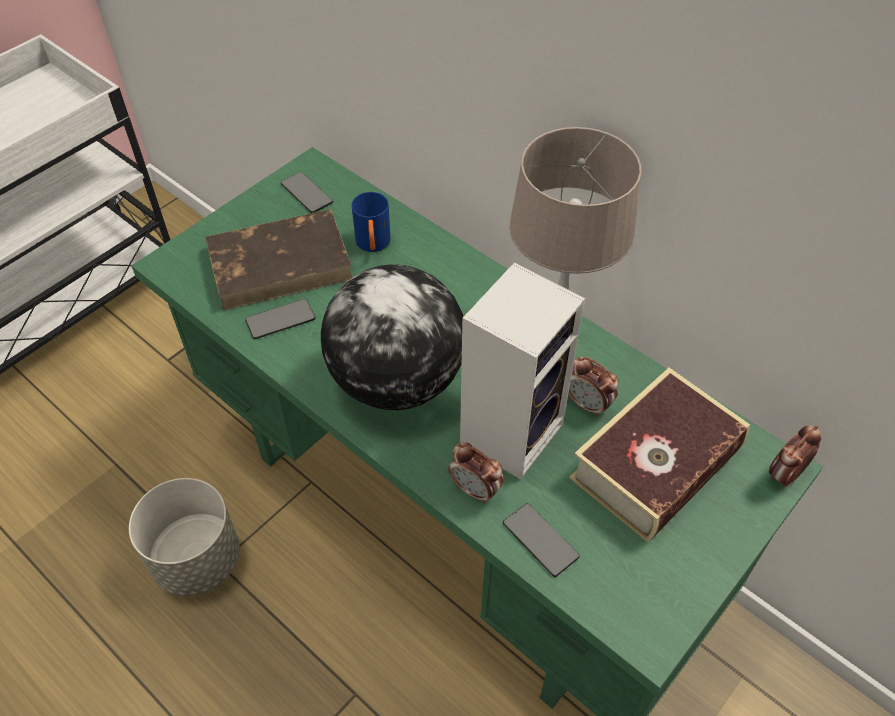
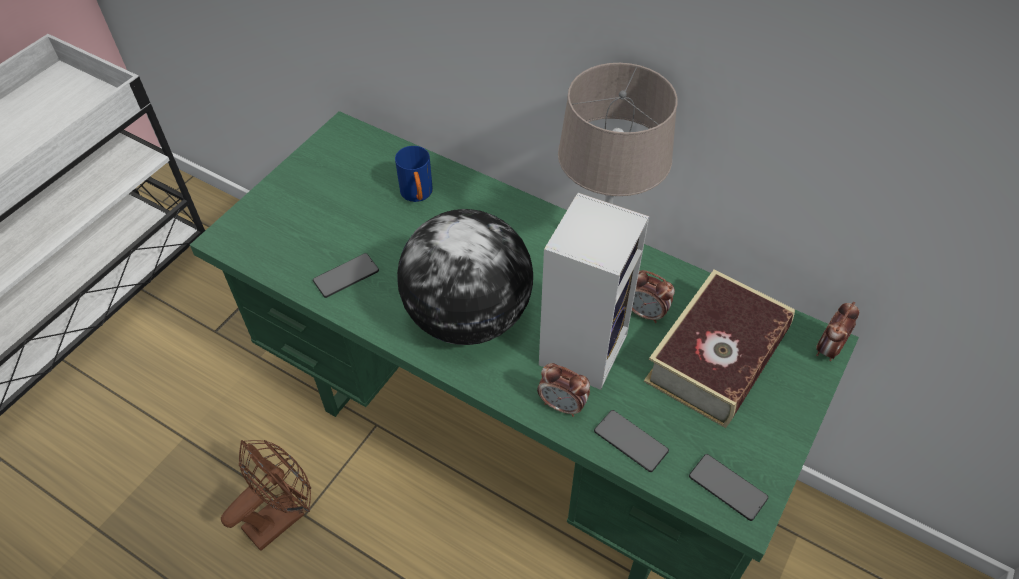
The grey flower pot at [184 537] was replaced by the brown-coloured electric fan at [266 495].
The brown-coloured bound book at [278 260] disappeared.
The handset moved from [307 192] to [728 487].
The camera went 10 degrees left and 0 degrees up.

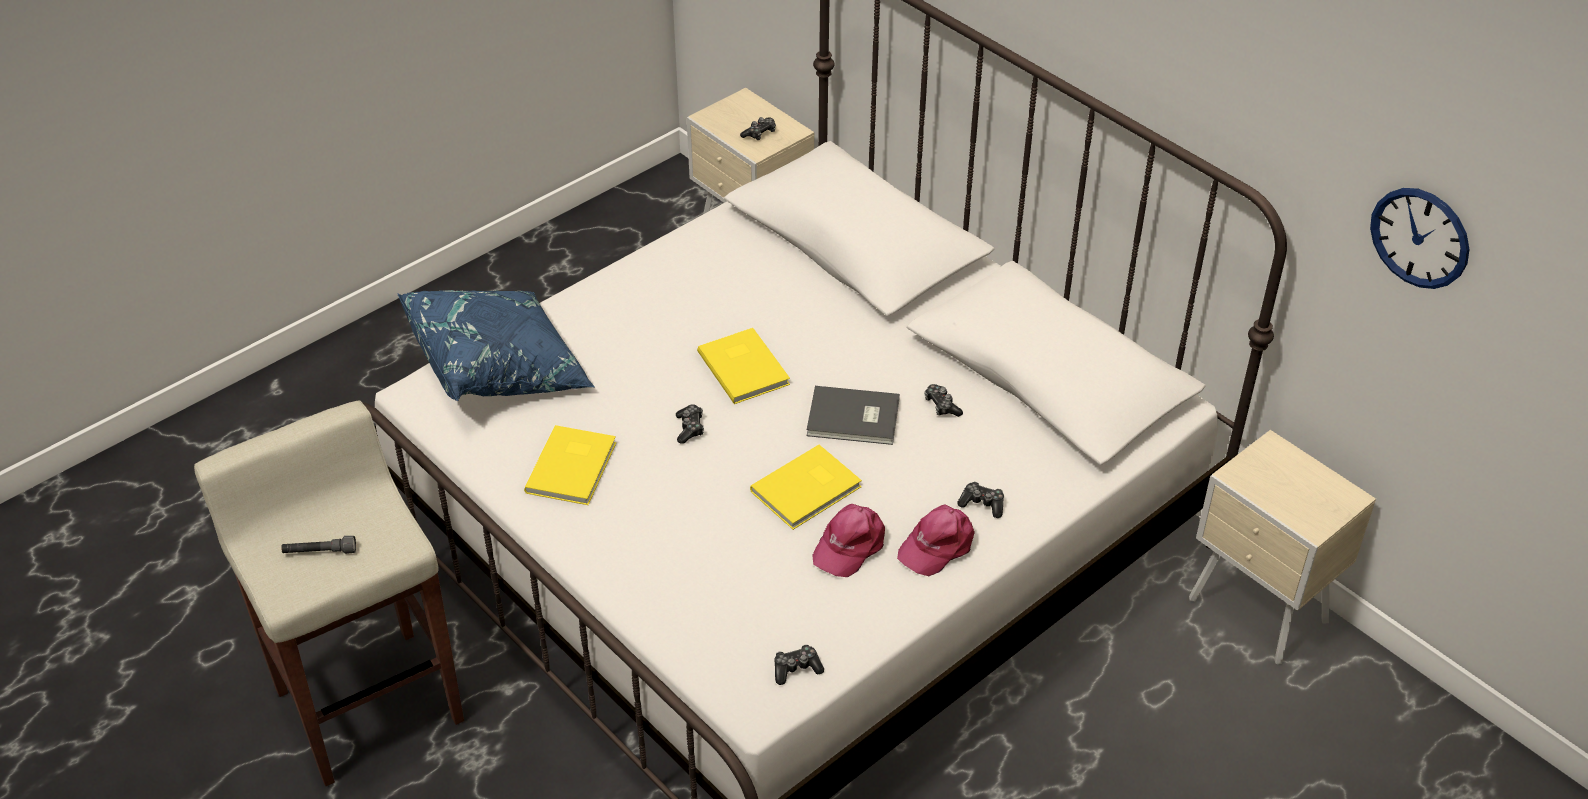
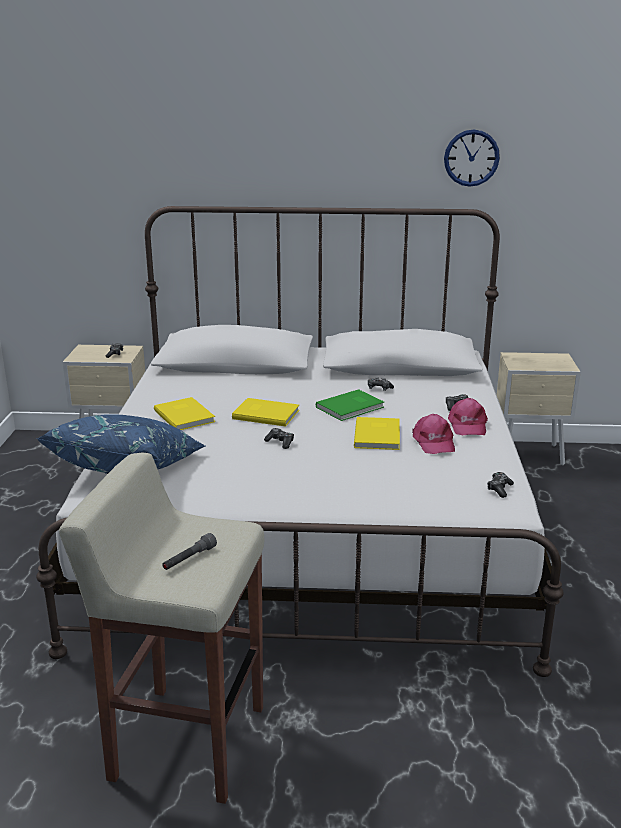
The yellowish bound book moved from [570 465] to [185 413].
The grey bound book at [853 415] became the green-coloured bound book at [350 405].
The hanging clock moved from [1420 238] to [472 158].
The camera went 45 degrees left and 20 degrees down.

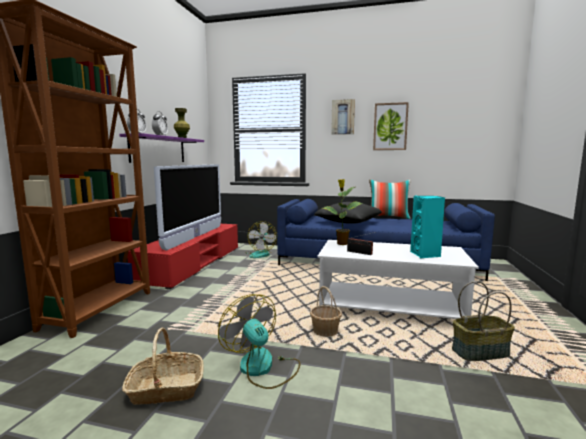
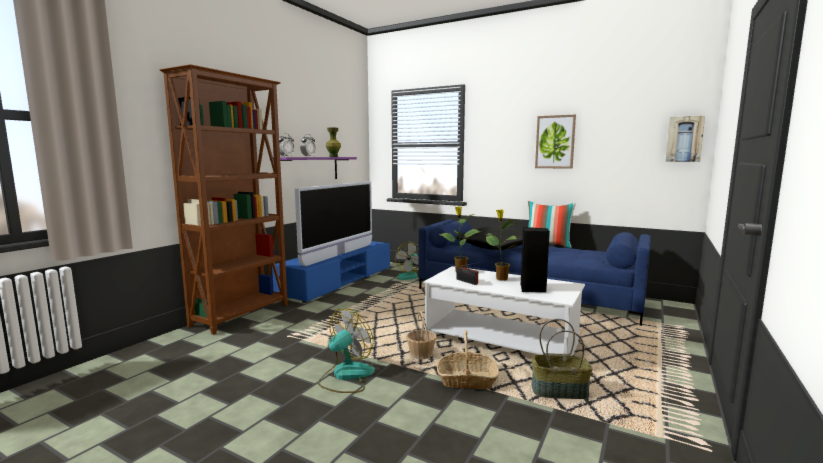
The basket moved from [162 366] to [468 359].
The reddish tv unit at [182 257] became the bluish tv unit at [331 272].
The electric fan at [259 341] turned 60 degrees clockwise.
The wall picture moved from [343 117] to [685 139].
The turquoise-coloured audio speaker at [427 227] became the black-coloured audio speaker at [535 259].
The houseplant at [503 245] appeared.
The camera went 15 degrees right and 0 degrees up.

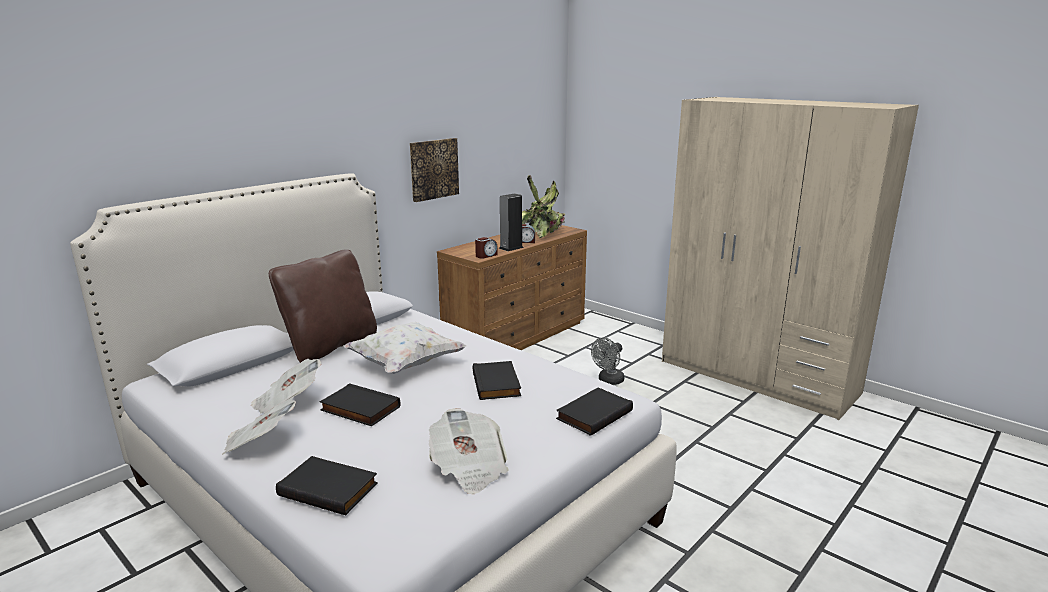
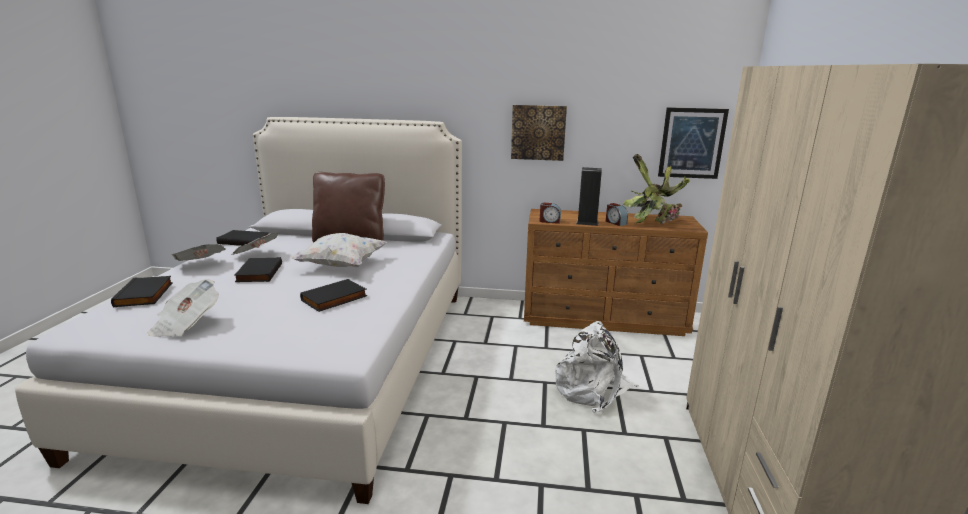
The black-coloured bound book moved from [594 411] to [243 238].
The grey electric fan at [607 361] was replaced by the white-coloured knapsack at [597 367].
The wall picture at [693 143] appeared.
The camera went 55 degrees right and 0 degrees up.

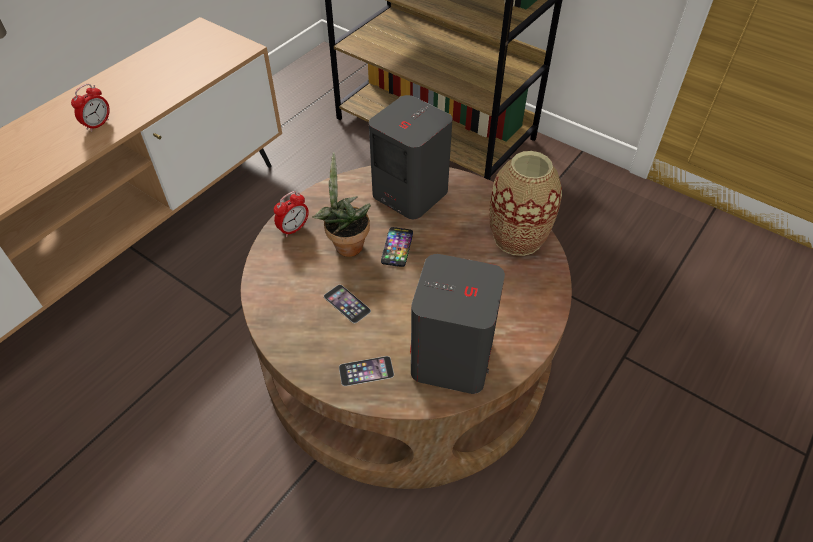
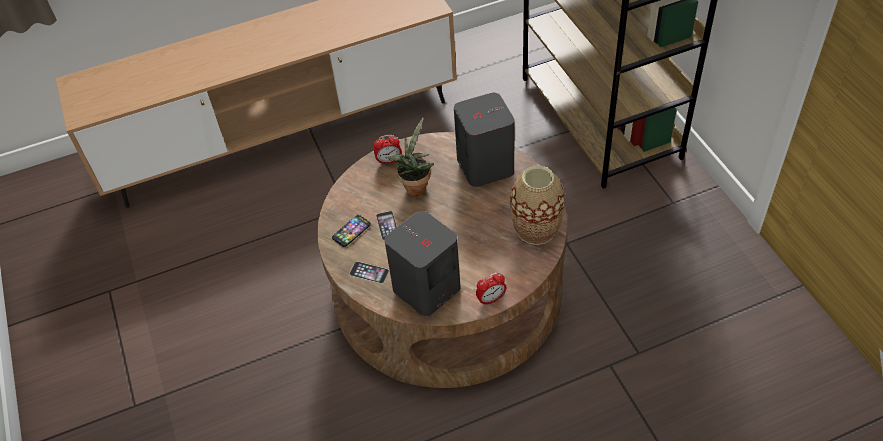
The bedside clock moved from [90 108] to [491 289].
The handset moved from [397 247] to [351 231].
The camera went 35 degrees right and 0 degrees up.

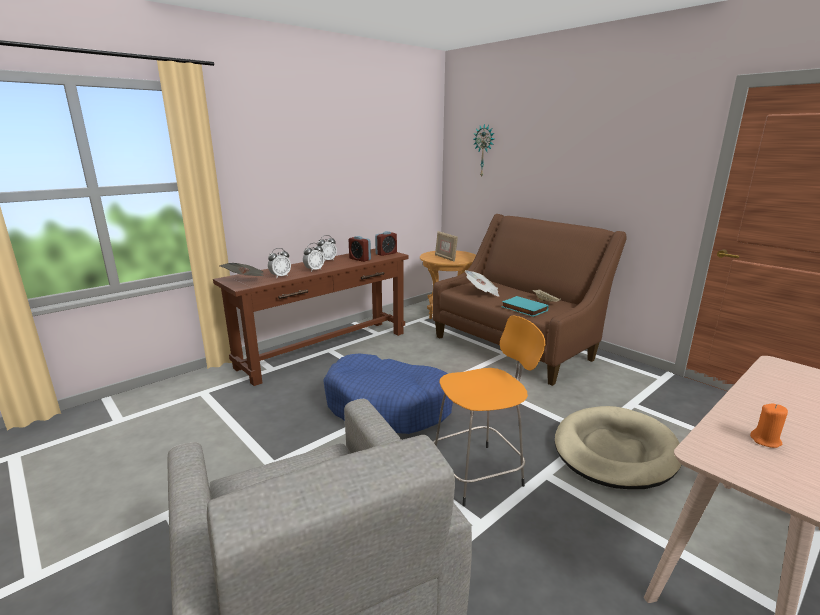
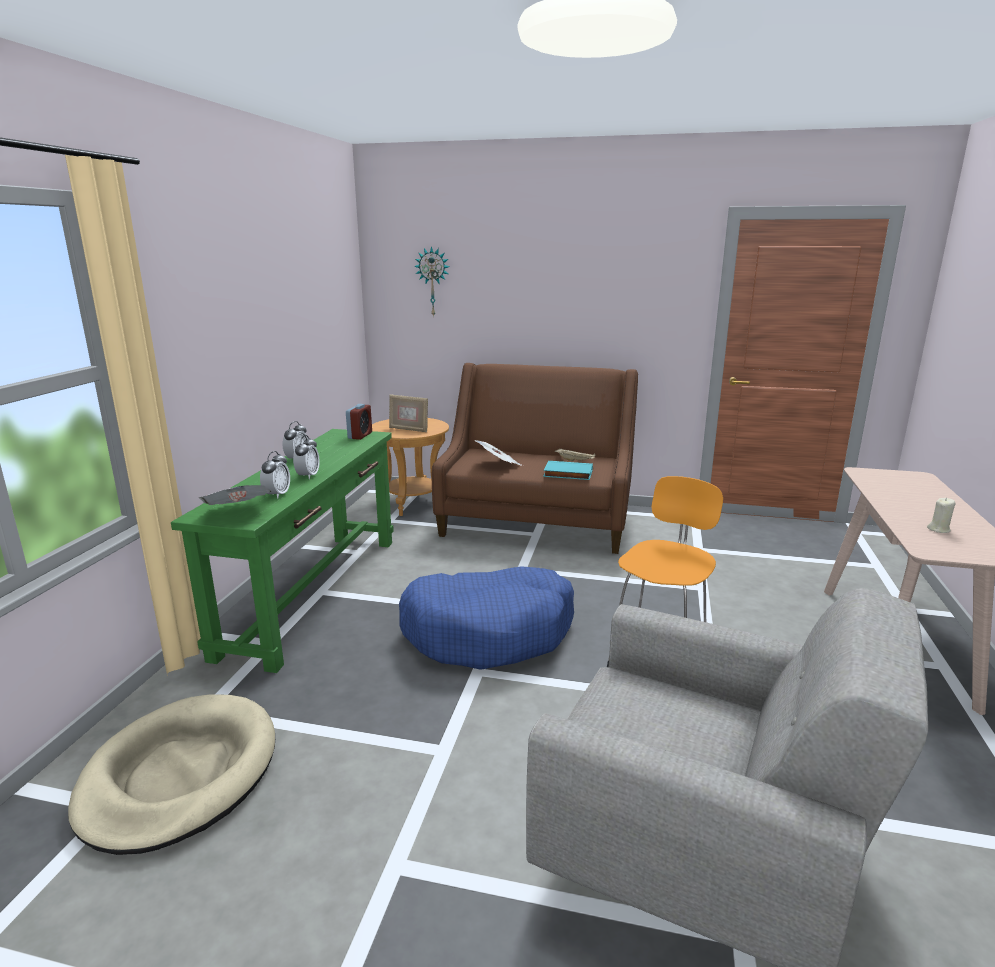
The brown-coloured hall table at [311 317] became the green-coloured hall table at [282 551].
The bedside clock at [360 249] disappeared.
The sand-coloured pet bed moved from [618 447] to [171 774].
The orange wax candle at [769 425] became the sand-coloured wax candle at [941 515].
The camera went 35 degrees left and 0 degrees up.

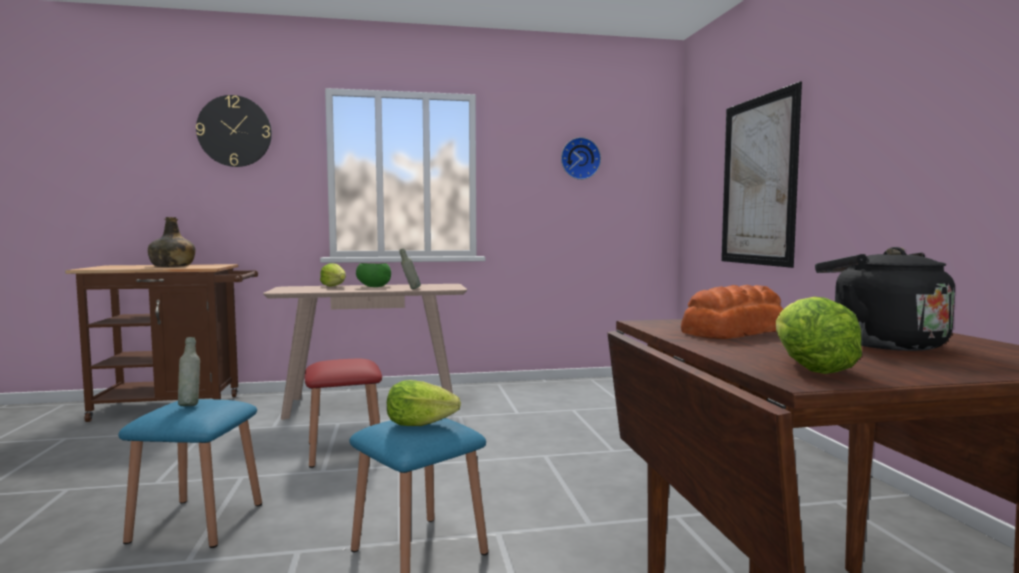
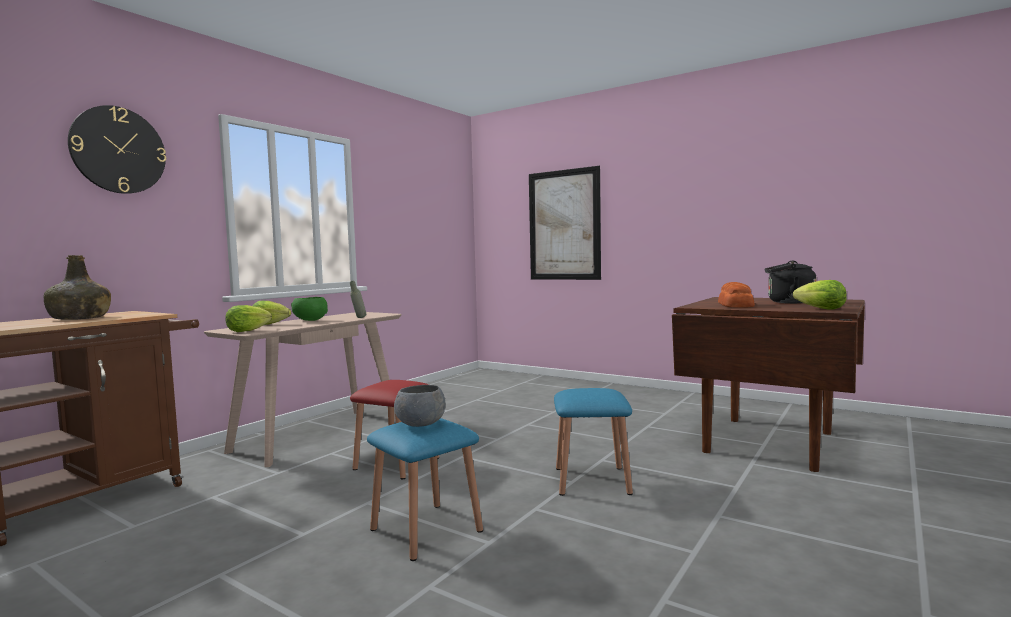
The grey drink bottle at [189 371] was replaced by the grey bowl at [419 406].
The lettuce moved from [424 403] to [248 318].
The hanging clock at [581 158] disappeared.
The camera went 45 degrees left and 0 degrees up.

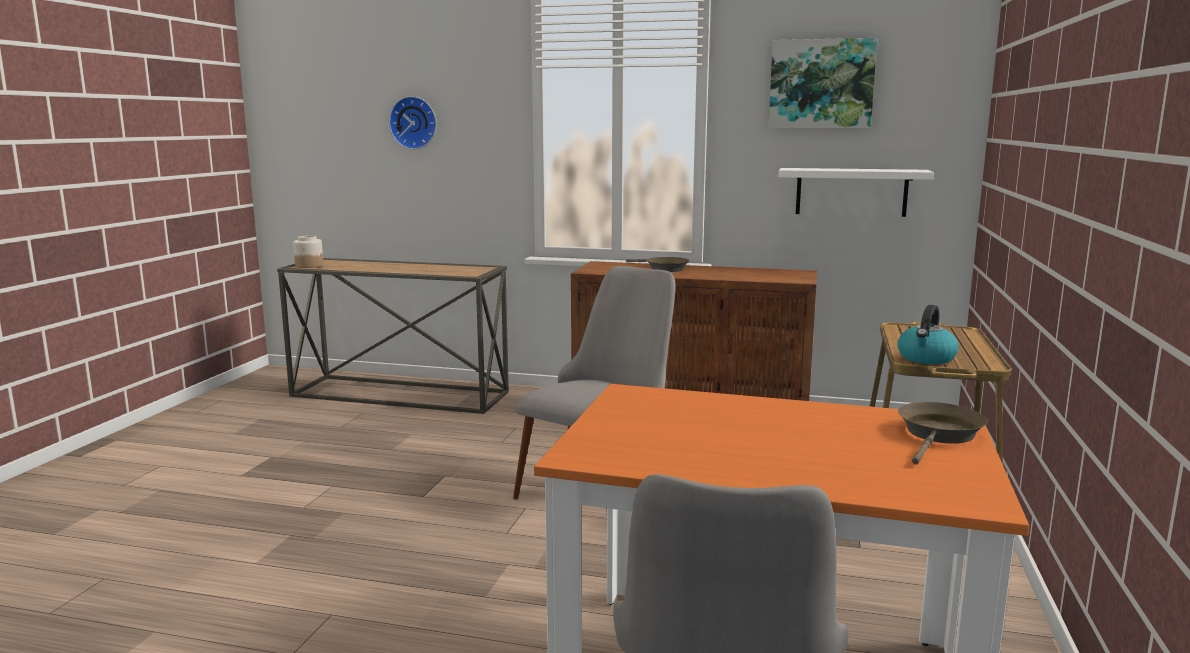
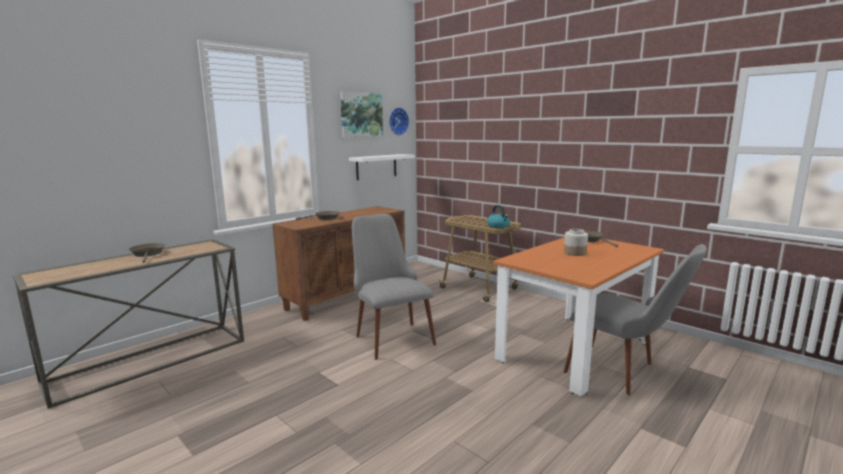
The jar moved from [308 252] to [576 242].
The hanging clock moved from [413 123] to [399 122].
The brown-coloured frying pan at [147 253] appeared.
The camera went 60 degrees left and 0 degrees up.

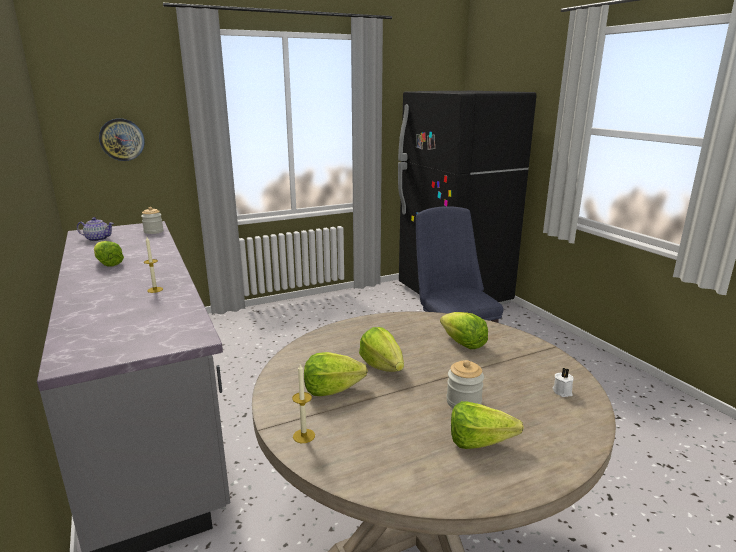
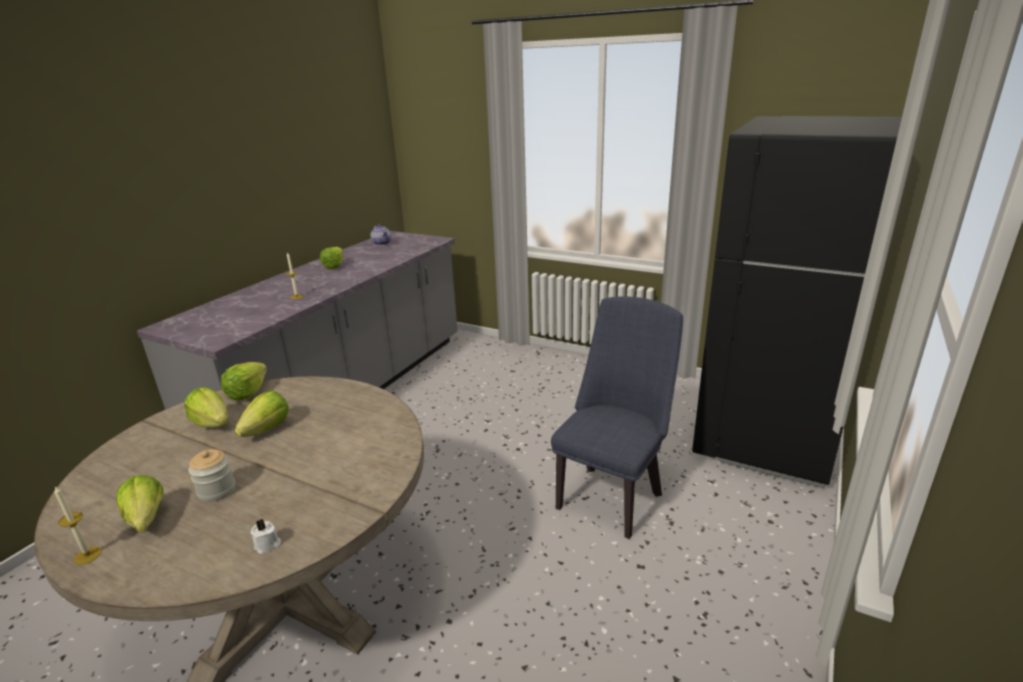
The hanging clock at [122 139] disappeared.
The jar at [152 220] disappeared.
The wax candle moved from [303 403] to [77 525].
The lettuce moved from [464 330] to [244 381].
The camera went 55 degrees right and 5 degrees up.

